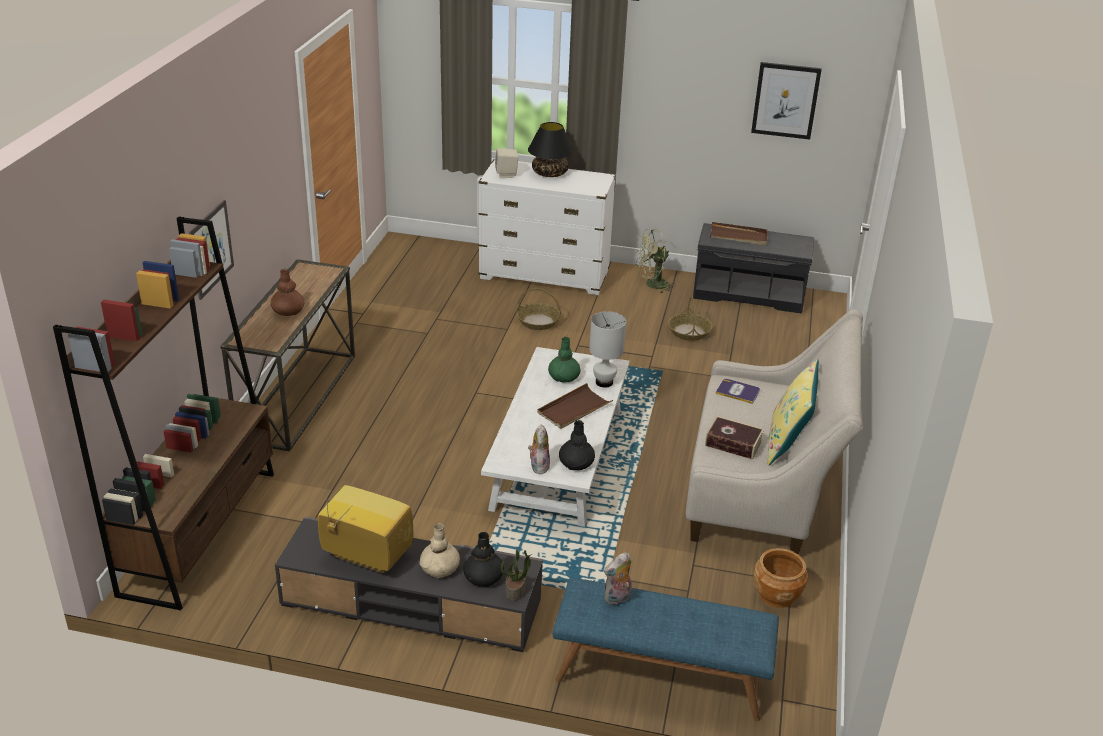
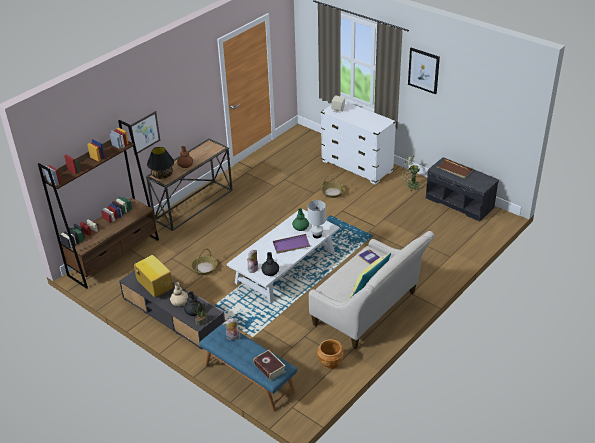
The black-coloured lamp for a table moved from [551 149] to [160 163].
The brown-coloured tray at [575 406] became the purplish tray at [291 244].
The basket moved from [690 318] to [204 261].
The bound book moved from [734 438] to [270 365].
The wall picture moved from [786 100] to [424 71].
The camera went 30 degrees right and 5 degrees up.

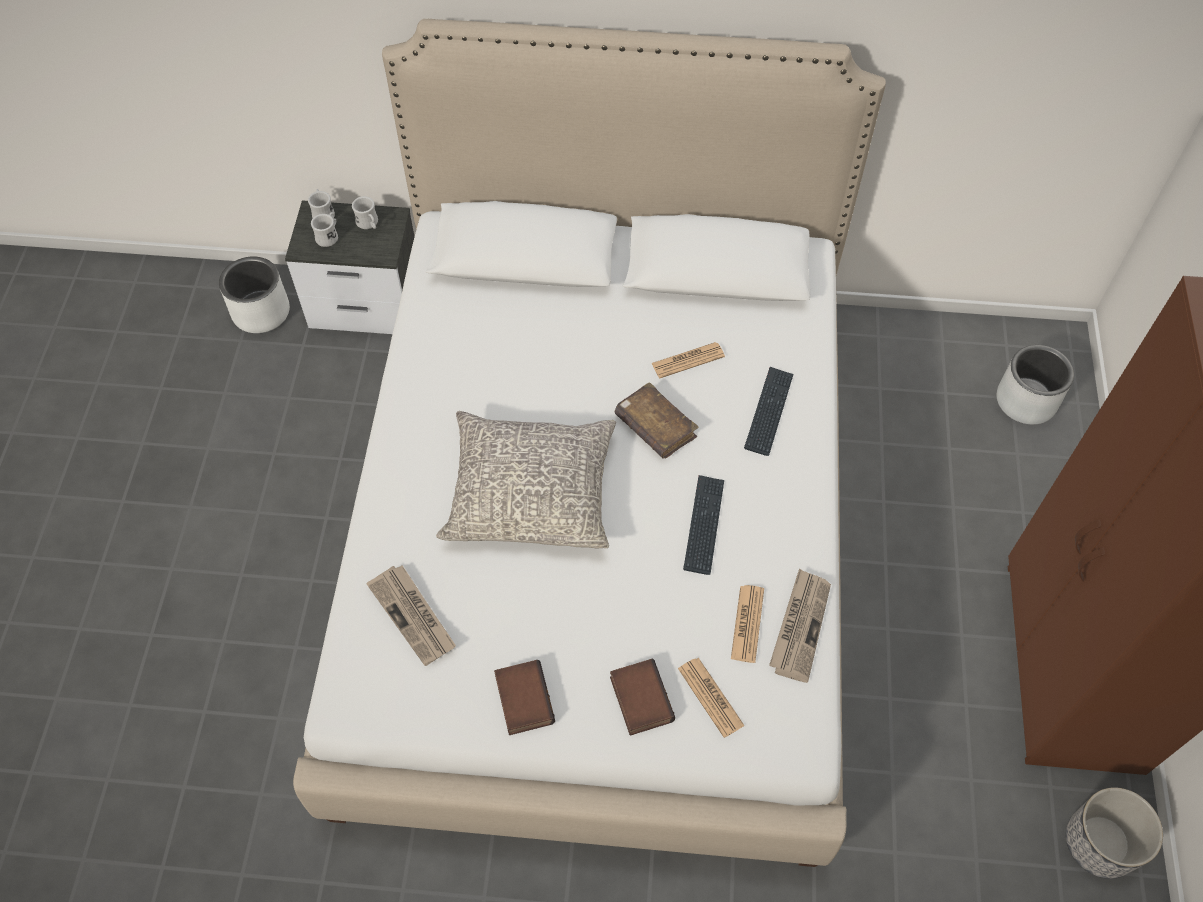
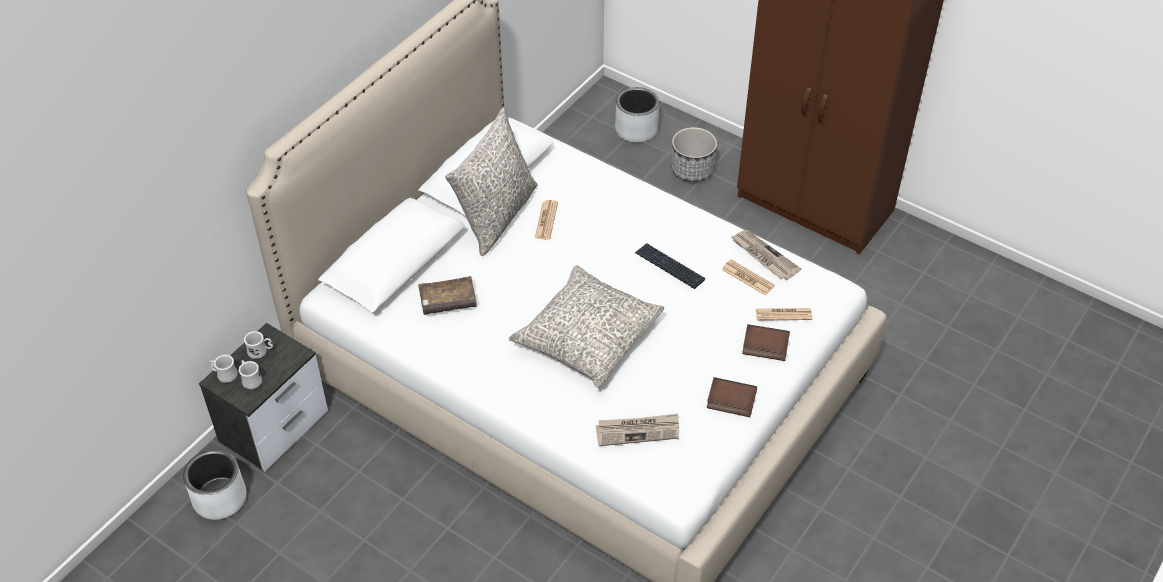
The brown-coloured bound book moved from [656 420] to [447 295].
The keyboard at [769 411] disappeared.
The flower pot moved from [1114 833] to [694 154].
The grey throw pillow at [491 181] appeared.
The camera went 60 degrees left and 10 degrees down.

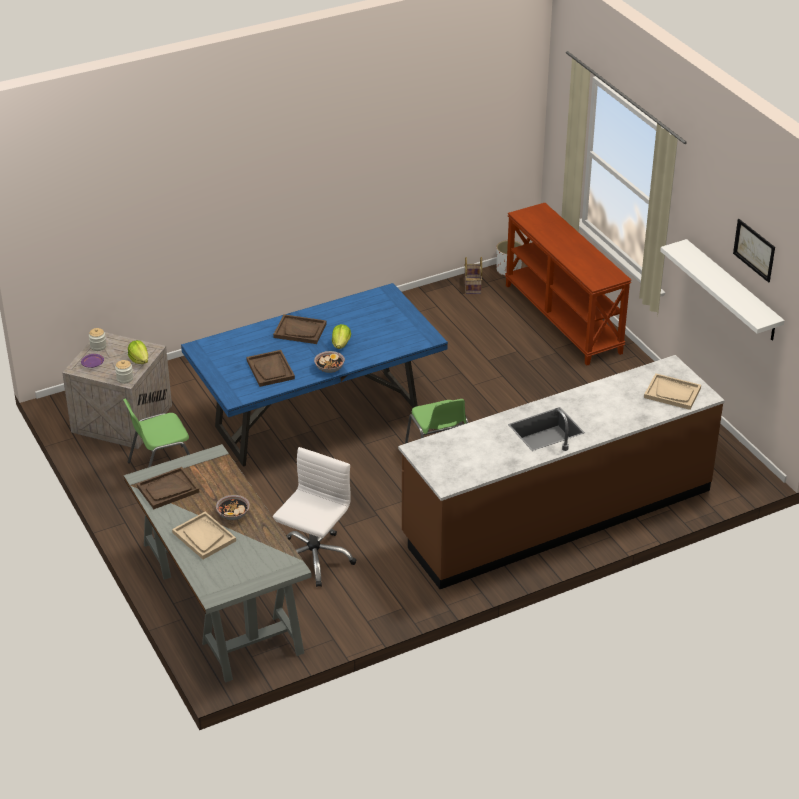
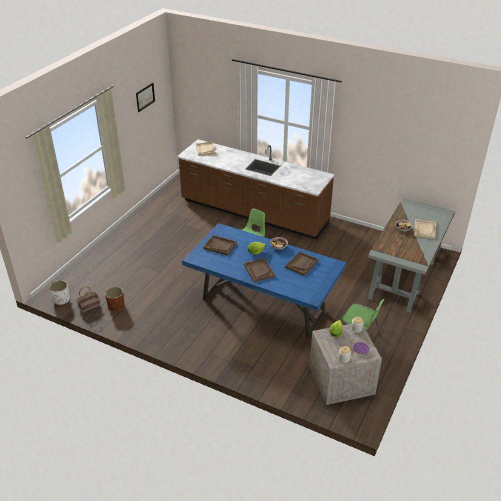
The brown-coloured tray moved from [168 488] to [220 245].
The white-coloured desk chair at [314 517] disappeared.
The brown-coloured hall table at [568 284] disappeared.
The white-coloured bracket shelf at [722 290] disappeared.
The brown-coloured flower pot at [115 299] appeared.
The camera went 125 degrees left and 0 degrees up.

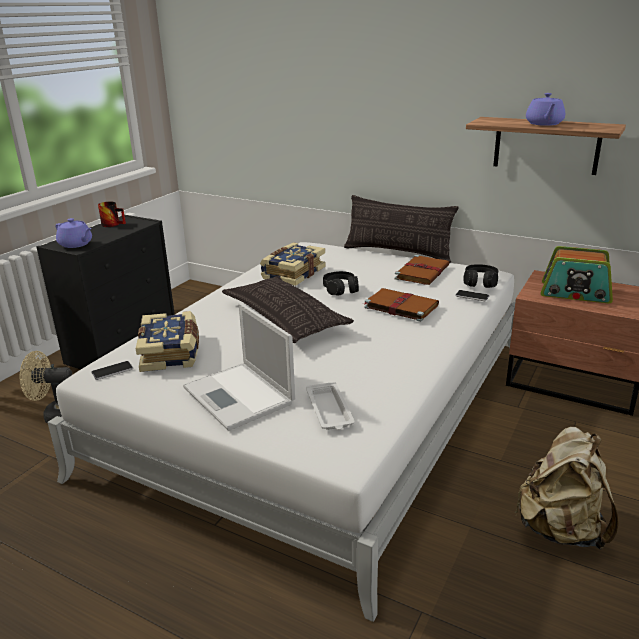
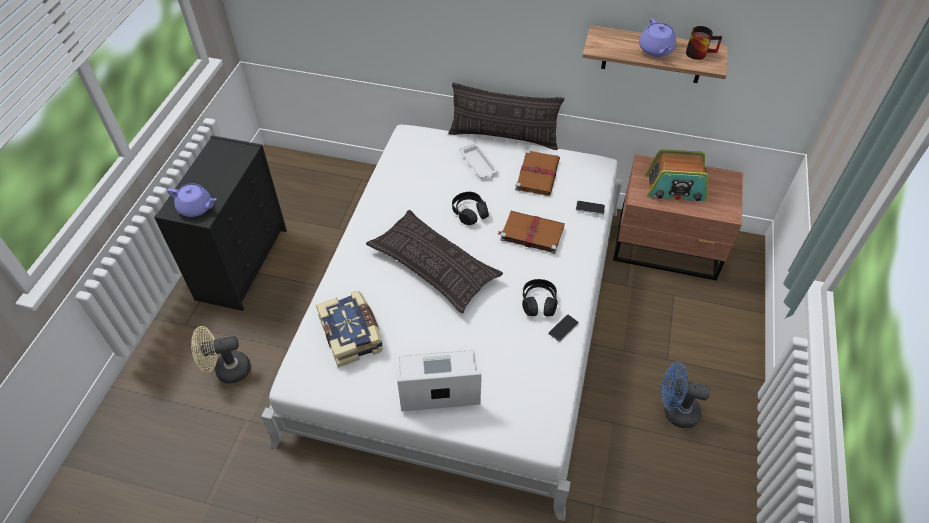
The handset moved from [112 370] to [563 328].
The tea mug moved from [112 214] to [704 43].
The portable computer at [239 367] turned 135 degrees clockwise.
The bound book at [293 264] disappeared.
The white-coloured tray moved from [330 406] to [479 160].
The black-coloured headset moved from [480 276] to [539 297].
The sand-coloured knapsack at [567 488] was replaced by the bluish electric fan at [686 395].
The camera went 15 degrees left and 25 degrees up.

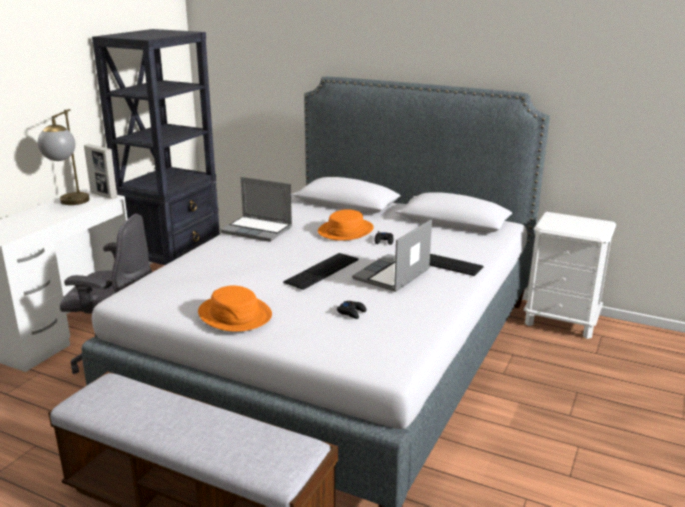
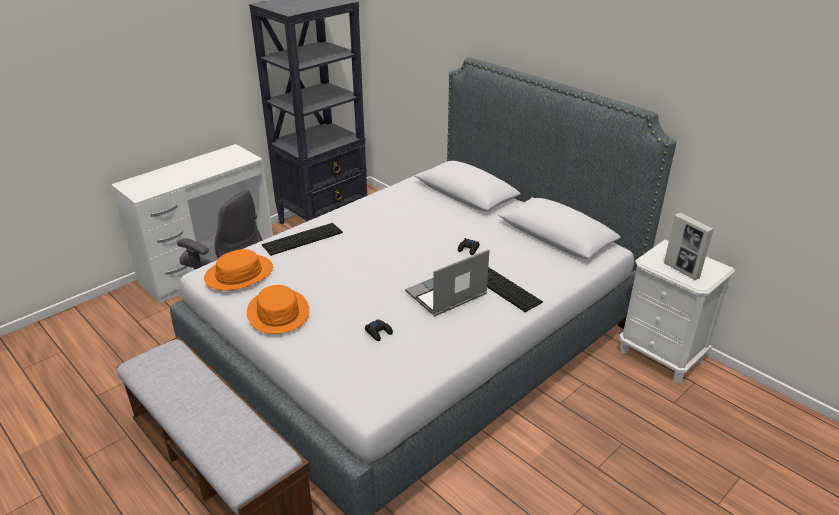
The lamp for a table at [64 157] disappeared.
The photo frame moved from [101 171] to [689 246].
The portable computer at [256 209] disappeared.
The keyboard moved from [321 271] to [302 239].
The orange clothing hat moved from [346 225] to [238 270].
The camera went 20 degrees right and 10 degrees up.

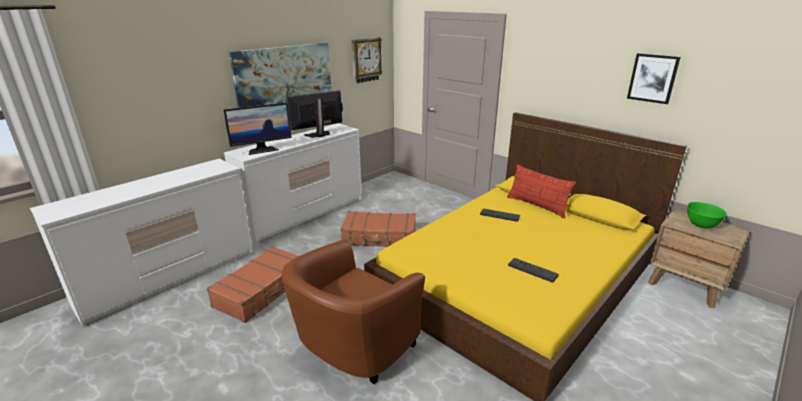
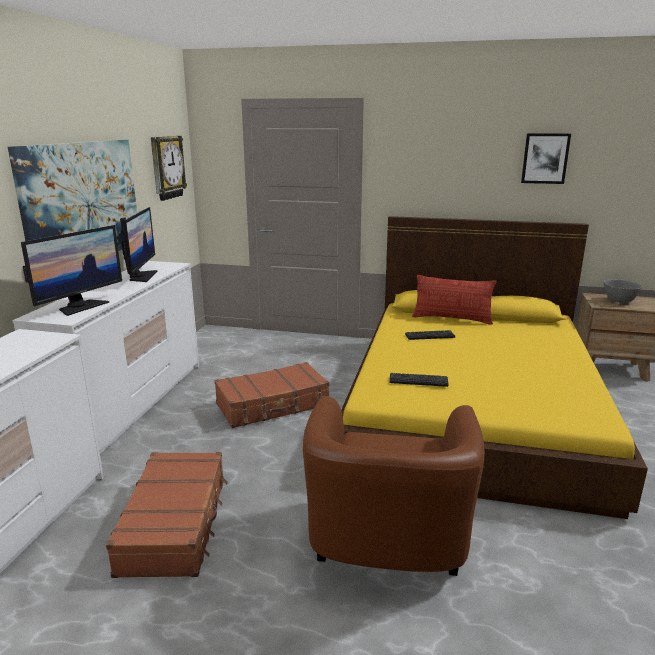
The computer screen at [315 114] turned 150 degrees clockwise.
The keyboard moved from [533 270] to [419 380].
The green-coloured bowl at [707 215] became the grey bowl at [623 291].
The camera went 30 degrees left and 5 degrees down.

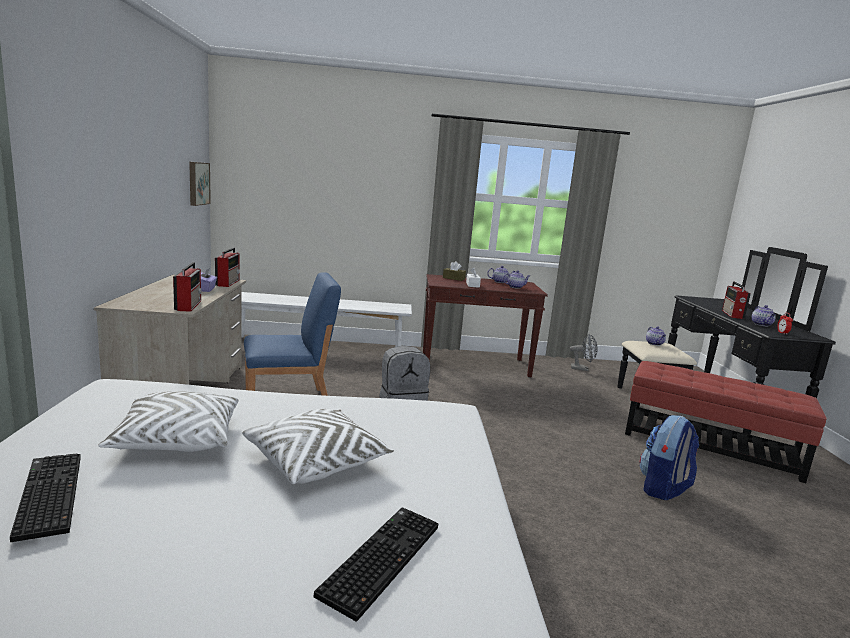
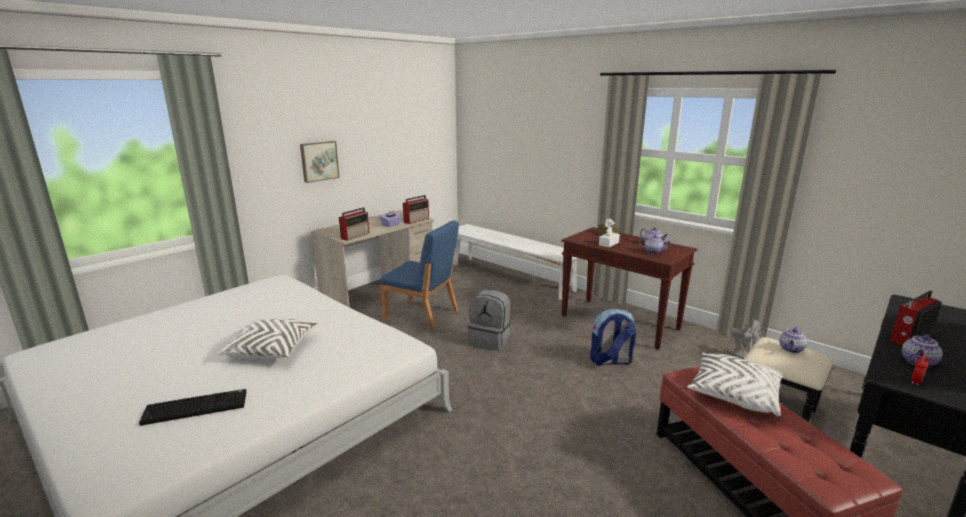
The keyboard at [45 497] disappeared.
The white-coloured throw pillow moved from [168 421] to [735 384].
The wall picture moved from [200 184] to [320 162].
The knapsack moved from [669 457] to [613 337].
The camera went 45 degrees right and 5 degrees up.

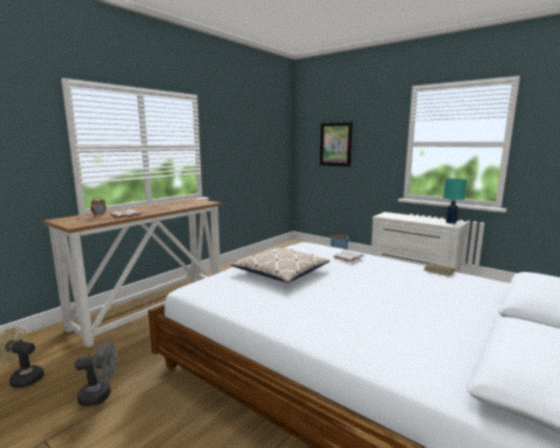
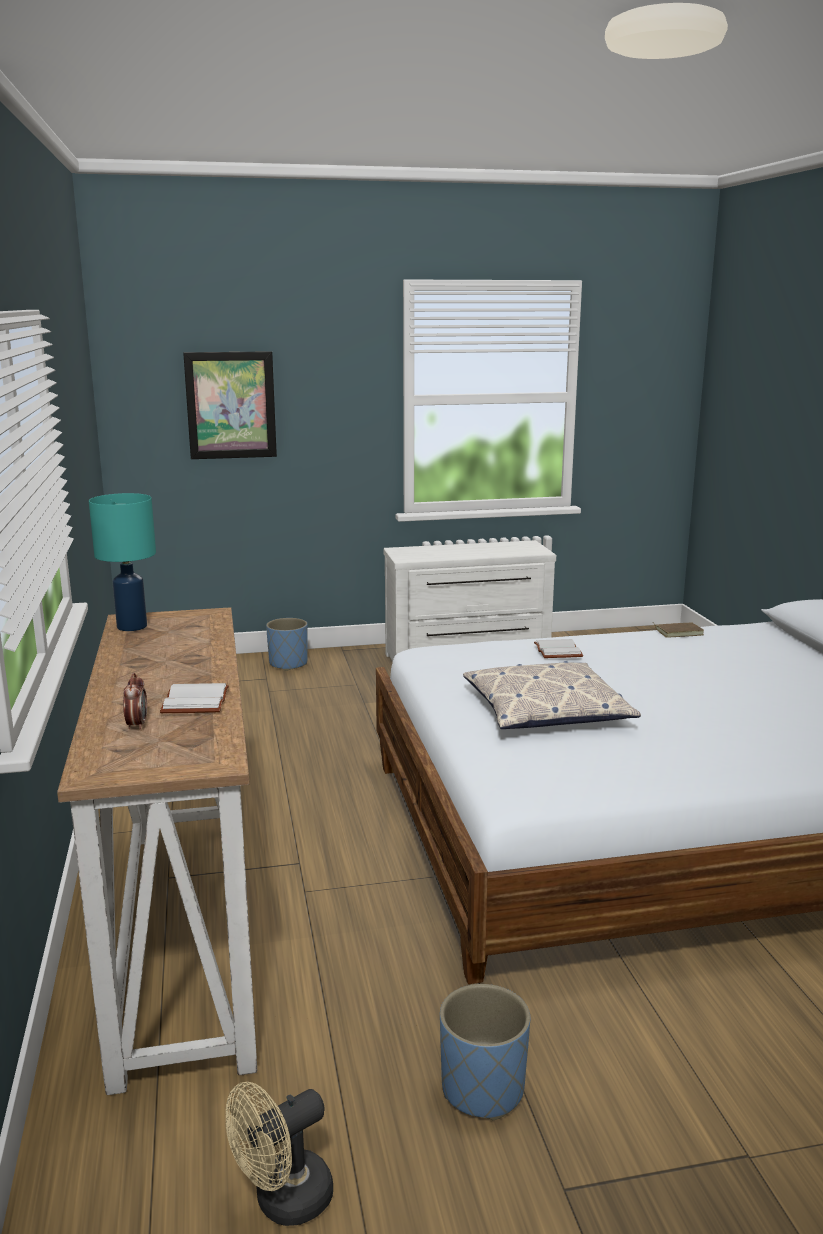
The grey electric fan at [96 373] was replaced by the bluish flower pot at [485 1052].
The turquoise-coloured lamp for a table moved from [455 201] to [122 562].
The camera went 50 degrees left and 5 degrees up.

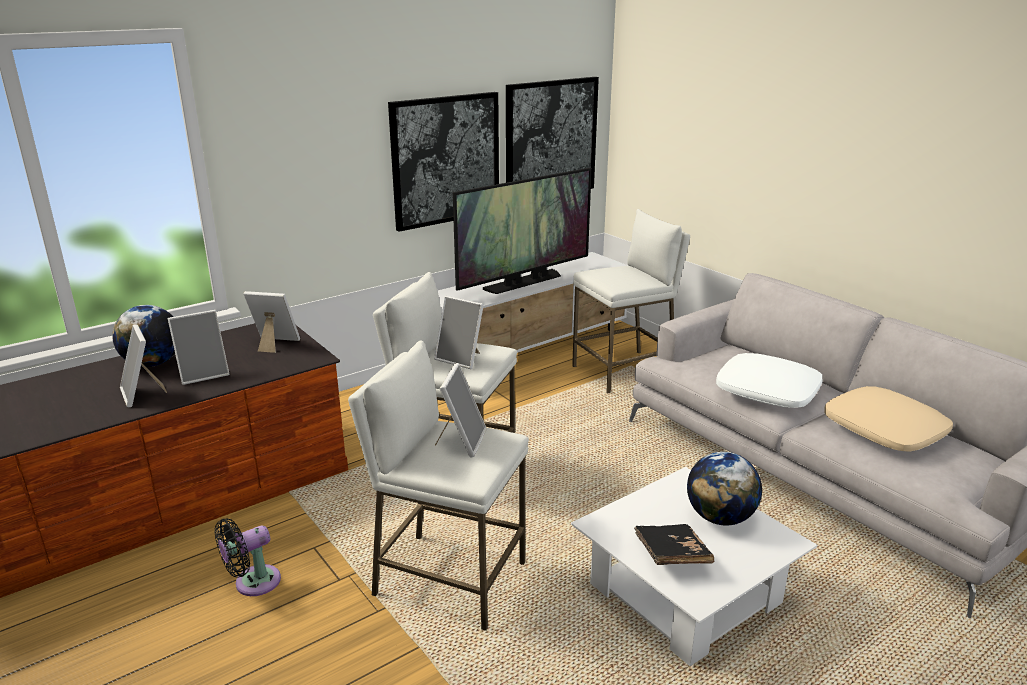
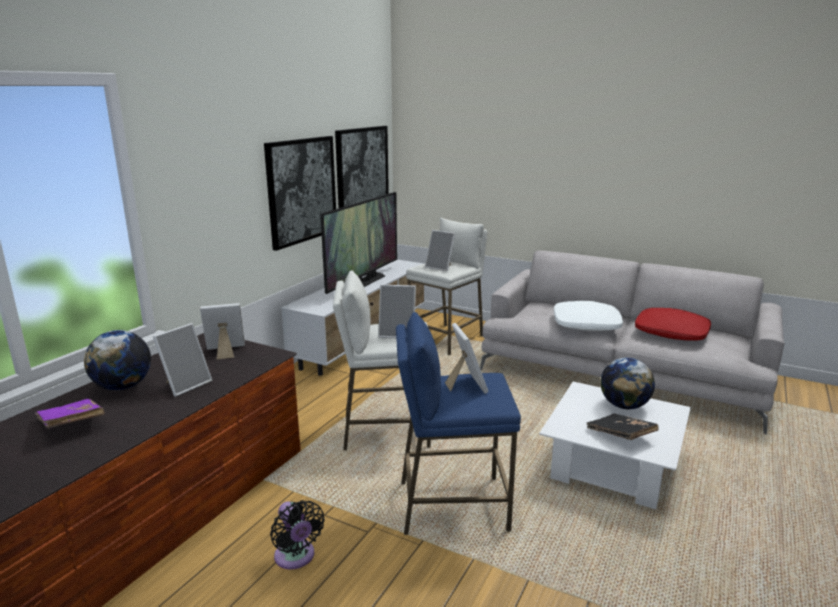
The photo frame moved from [143 365] to [440 250].
The black-coloured electric fan at [247 557] turned 60 degrees counterclockwise.
The white-coloured stool seat at [438 485] became the bluish stool seat at [458 423].
The sand-coloured throw pillow at [888 419] became the reddish throw pillow at [673 324].
The purplish bound book at [70 414] appeared.
The camera went 25 degrees left and 5 degrees down.

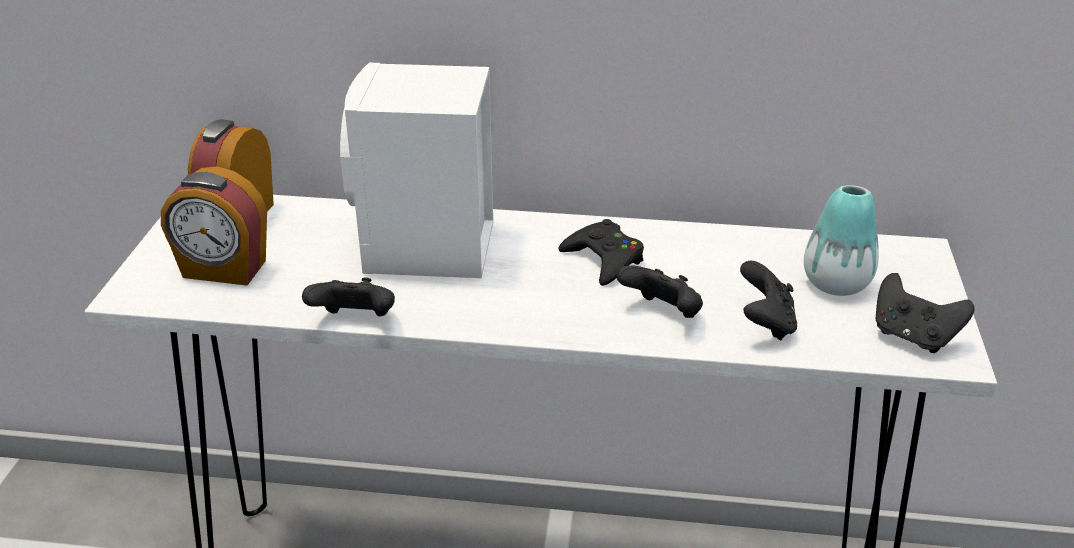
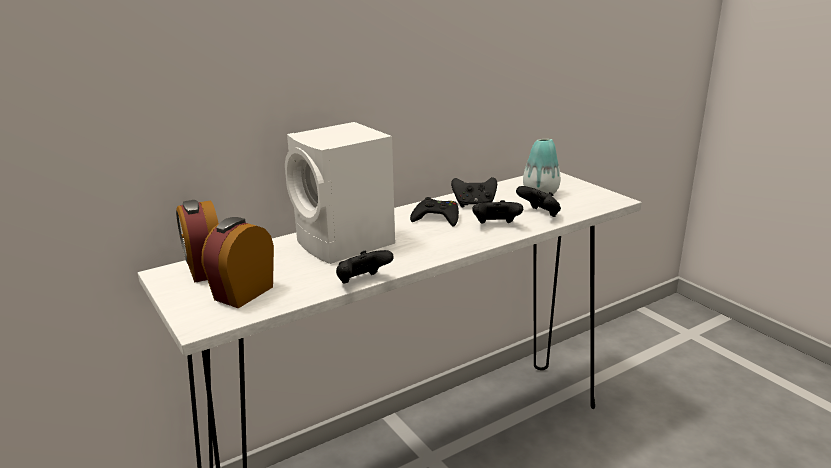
The bedside clock at [214 226] turned 150 degrees clockwise.
The black-coloured game controller moved from [925 313] to [474 192].
The camera went 40 degrees left and 10 degrees down.

